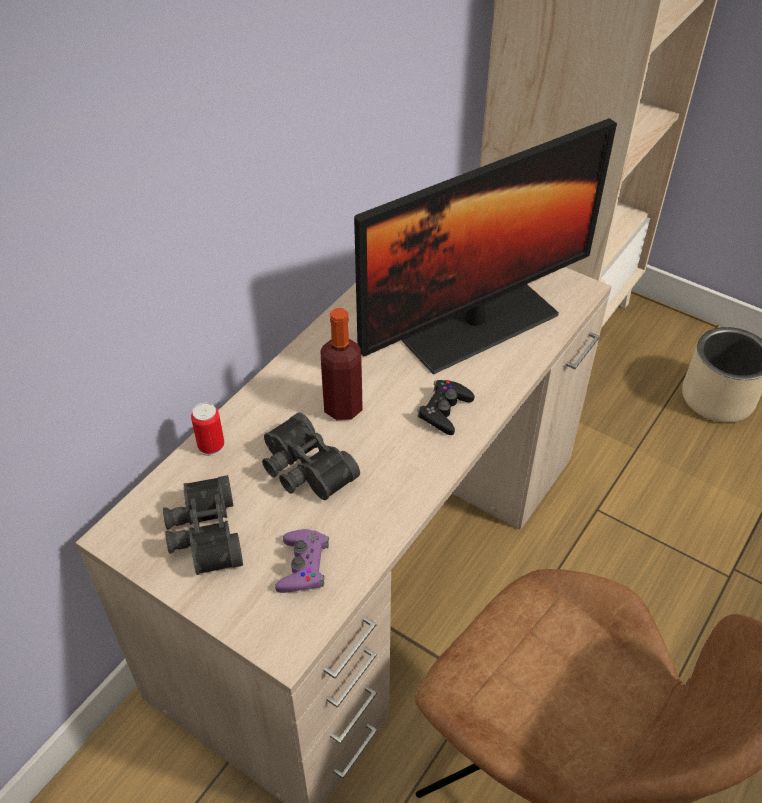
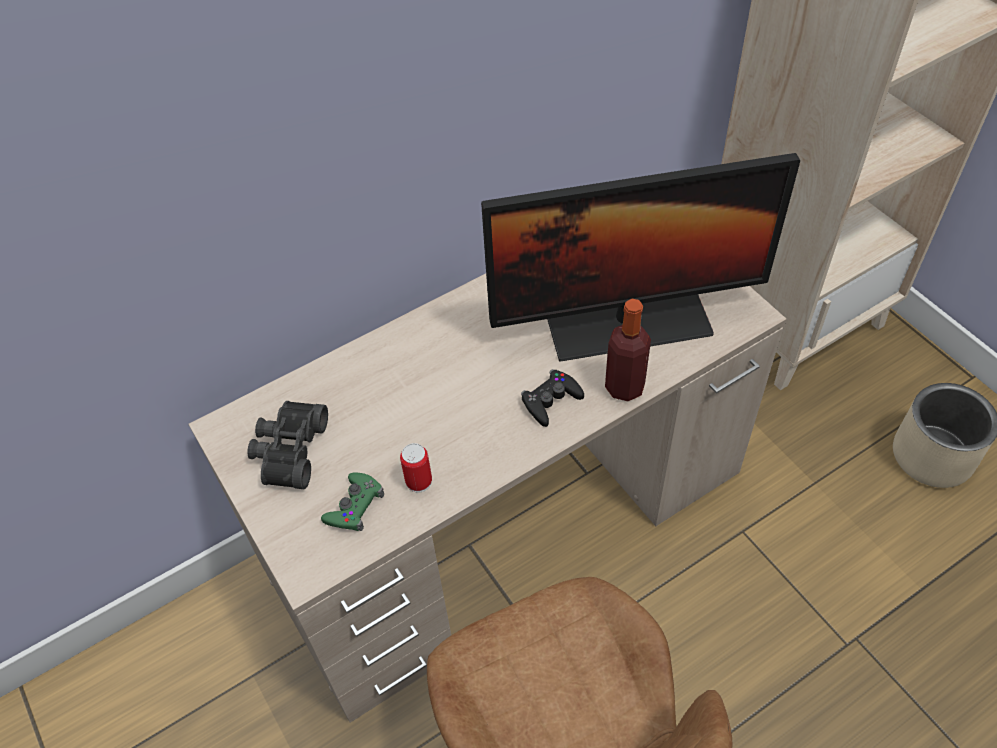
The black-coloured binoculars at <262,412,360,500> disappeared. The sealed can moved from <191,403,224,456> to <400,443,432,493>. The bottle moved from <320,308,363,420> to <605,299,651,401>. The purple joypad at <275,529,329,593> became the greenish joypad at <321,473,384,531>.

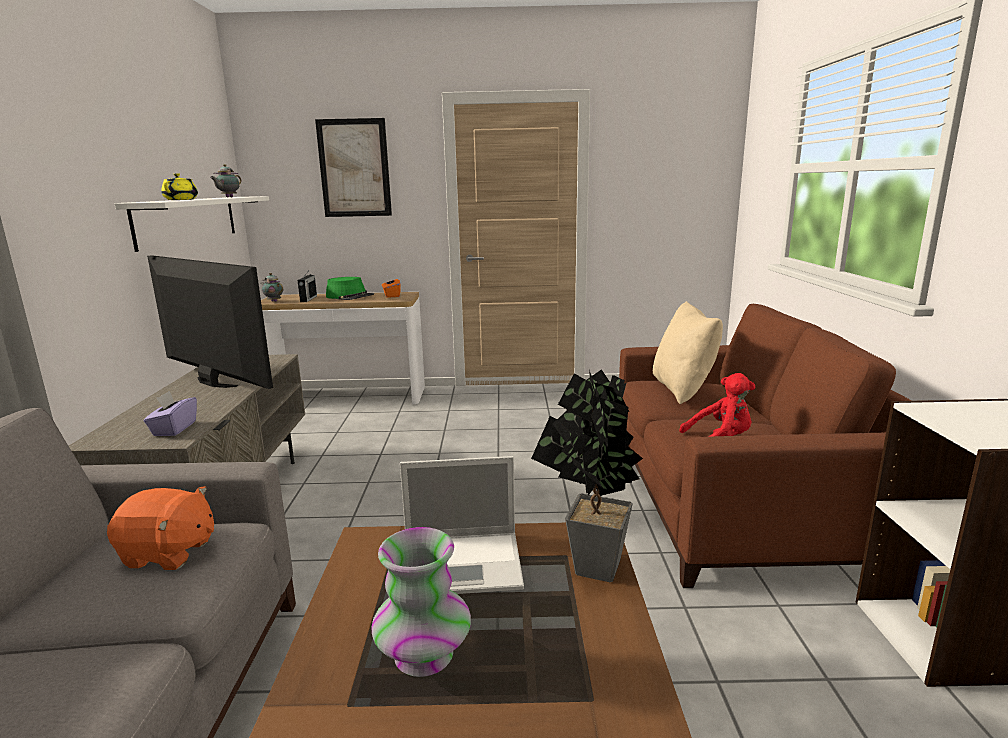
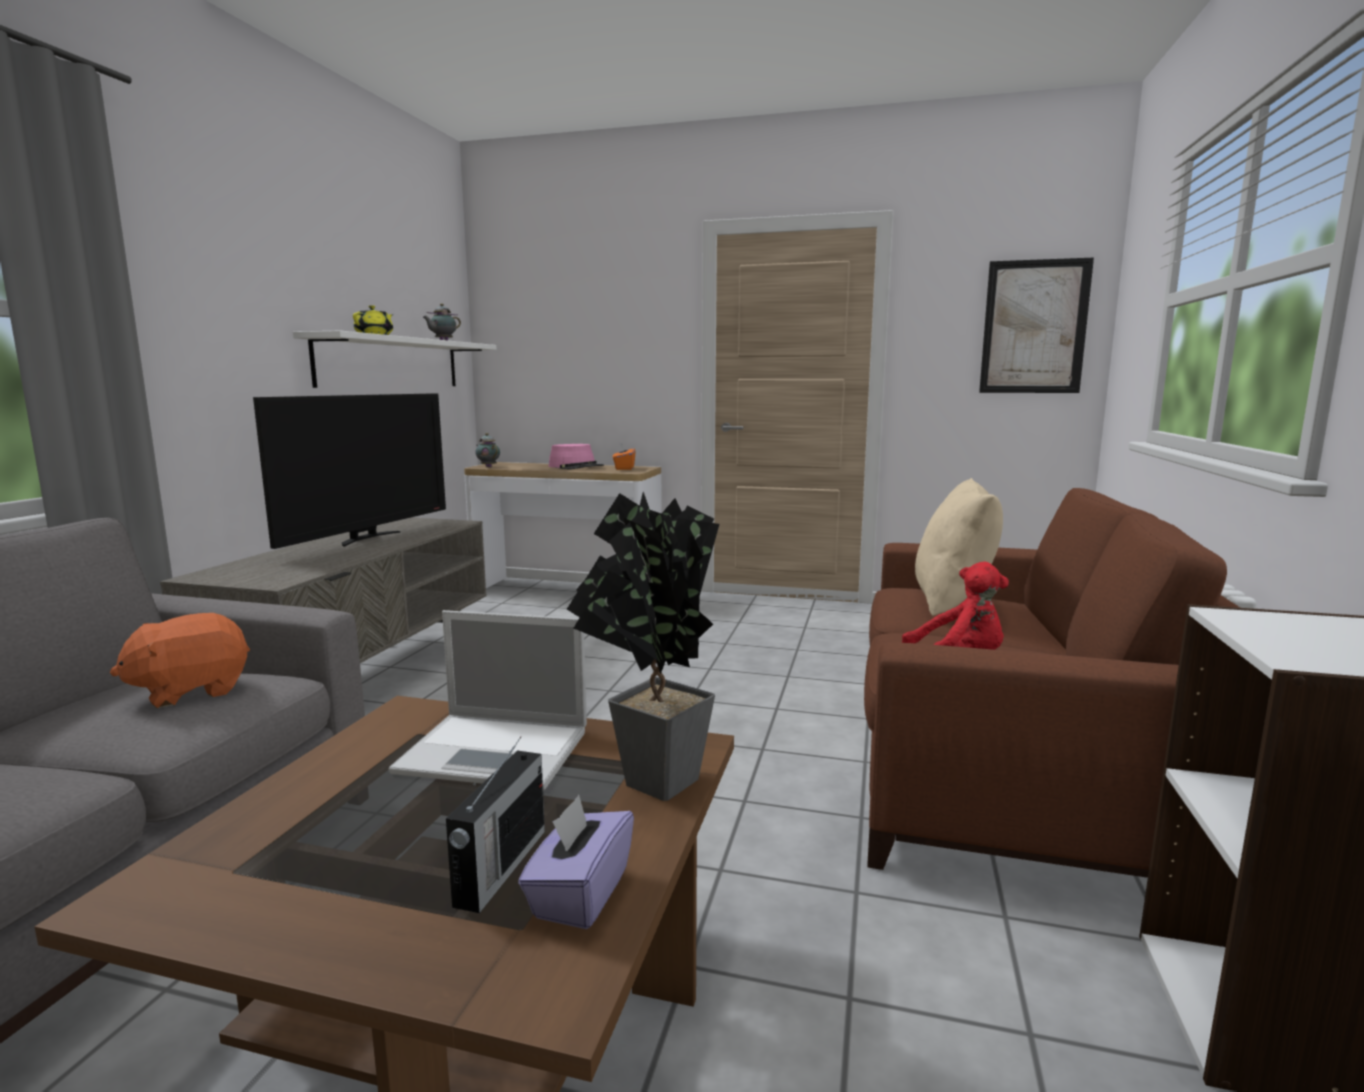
The vase at <371,527,471,677> disappeared. The purple box of tissues moved from <144,391,197,436> to <518,795,634,929>. The radio moved from <298,269,317,302> to <446,737,545,913>. The wall art moved from <315,118,392,217> to <979,258,1094,393>. The greenish clothing hat at <326,277,374,300> became the pink clothing hat at <549,444,604,469>. The orange-coloured plush toy at <107,486,214,570> turned 120 degrees clockwise. The television at <147,255,273,389> turned 60 degrees clockwise.

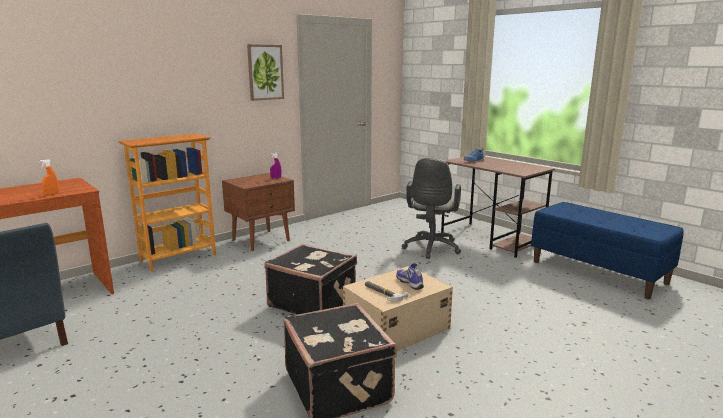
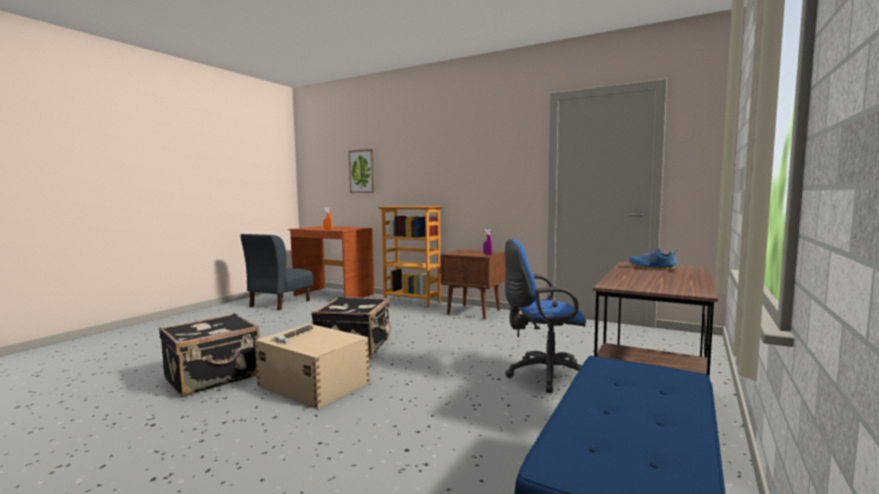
The item of footwear at <396,263,424,290> disappeared. The wall art moved from <247,44,284,101> to <349,149,375,193>. The gray office chair at <402,158,461,259> became the blue office chair at <505,239,586,393>.

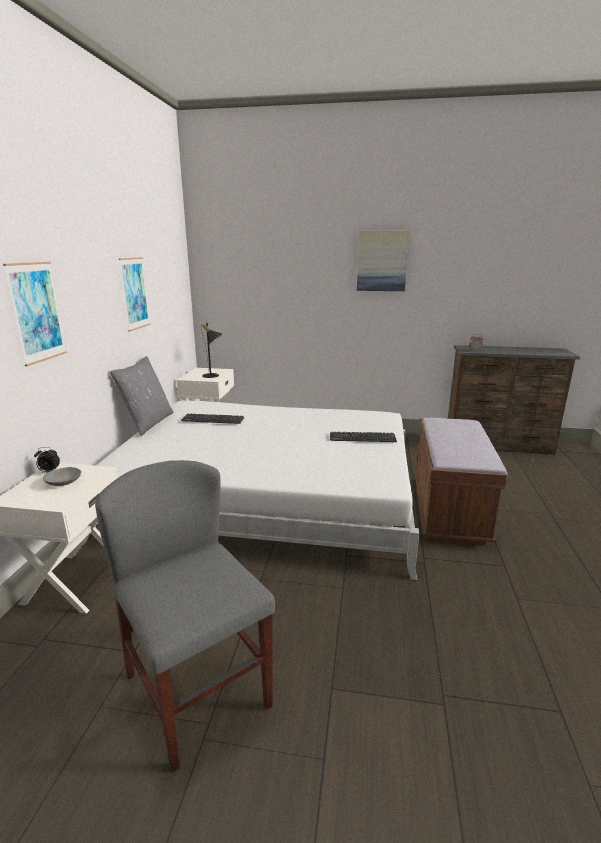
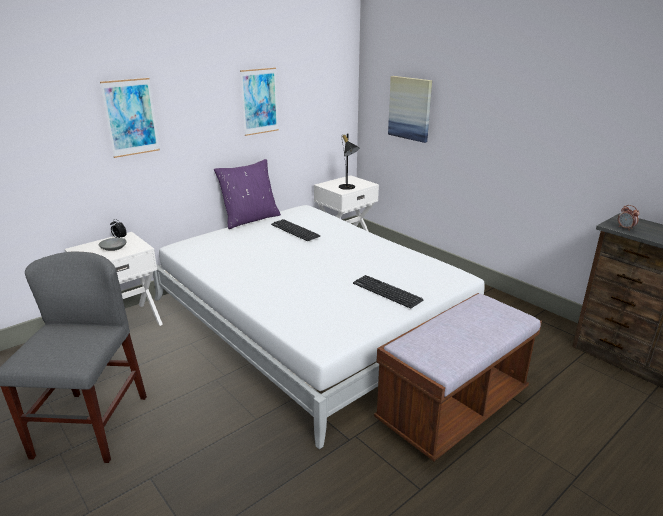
The wall art moved from <357,231,409,291> to <388,76,432,143>. The gray pillow at <110,356,174,436> became the purple pillow at <214,159,281,229>.

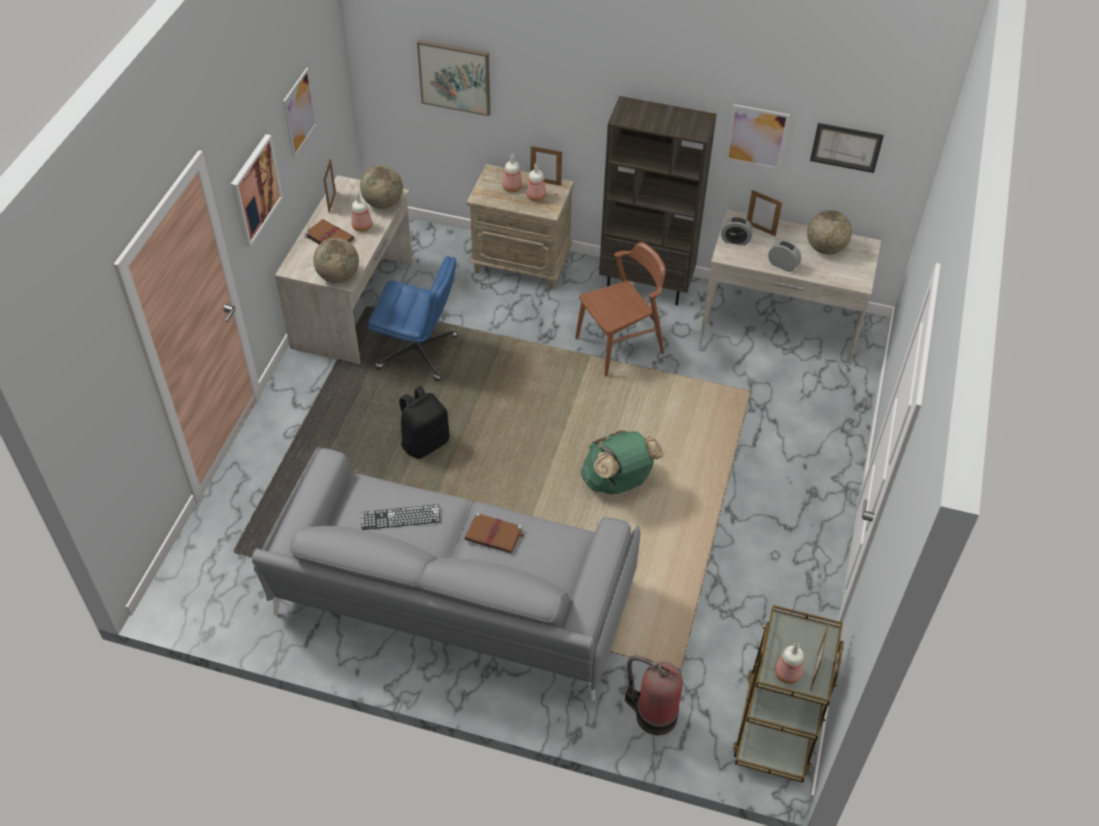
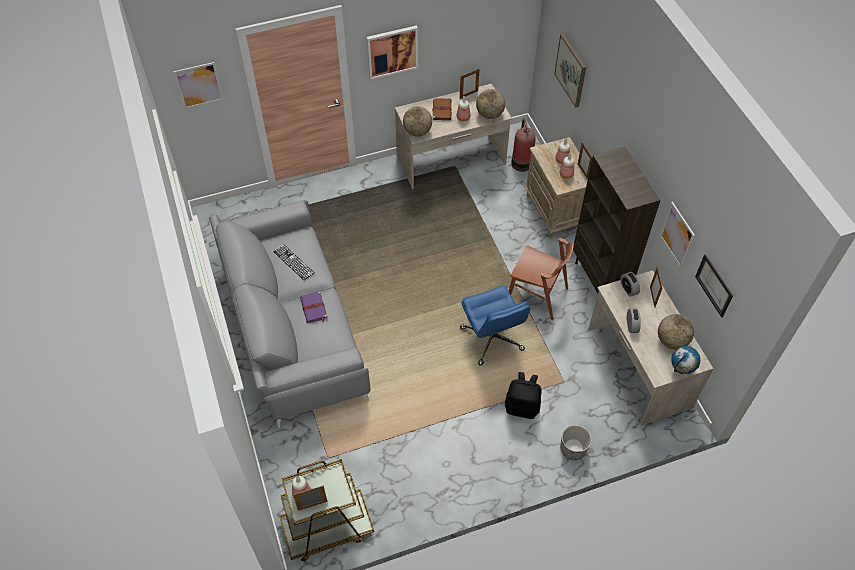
The greenish knapsack at <581,430,663,494> disappeared. The plant pot at <560,425,592,460> appeared. The world globe at <671,346,700,374> appeared. The wall art moved from <283,68,317,158> to <173,62,224,109>. The blue office chair moved from <368,256,458,381> to <460,285,530,366>. The black-coloured knapsack moved from <399,386,449,459> to <505,372,542,419>. The extinguisher moved from <625,656,683,735> to <511,118,536,172>. The brown-coloured volume at <465,512,524,553> became the purple volume at <300,291,328,323>.

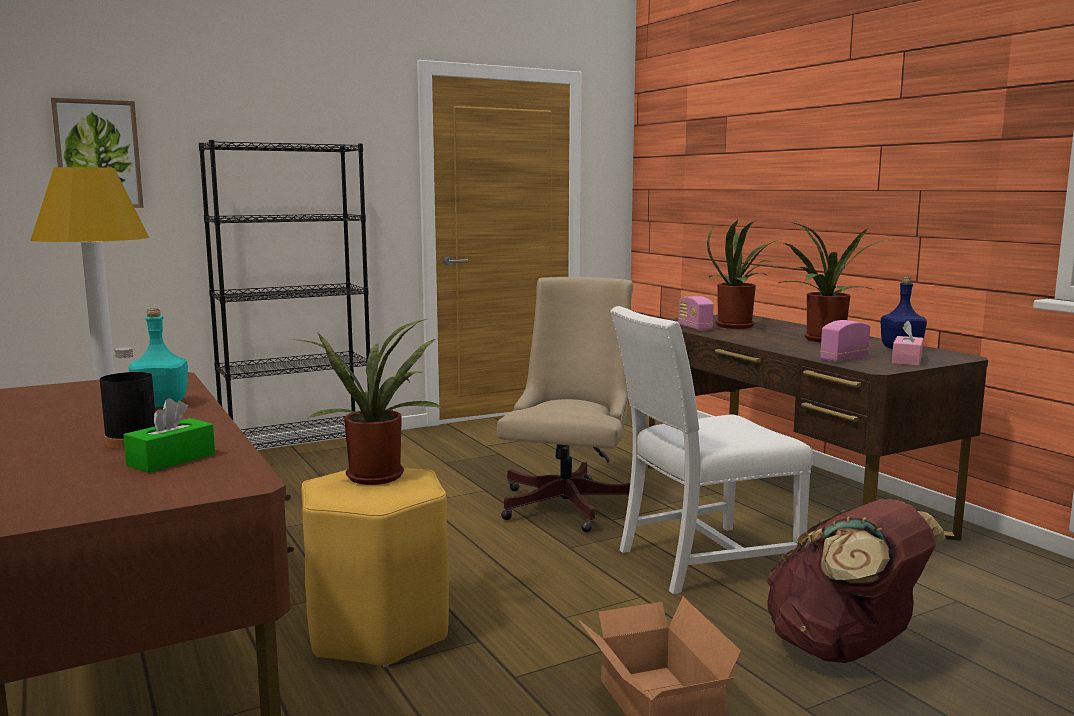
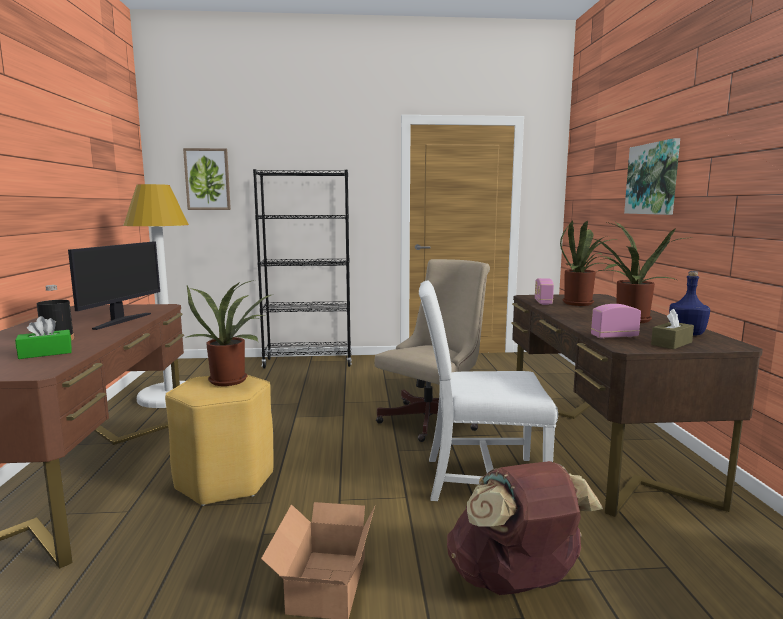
The wall art at <624,138,680,215> appeared. The turquoise-coloured bottle at <129,309,188,407> was replaced by the computer display at <68,241,160,330>. The pink box of tissues at <892,321,923,366> became the brown-coloured box of tissues at <651,309,694,349>.

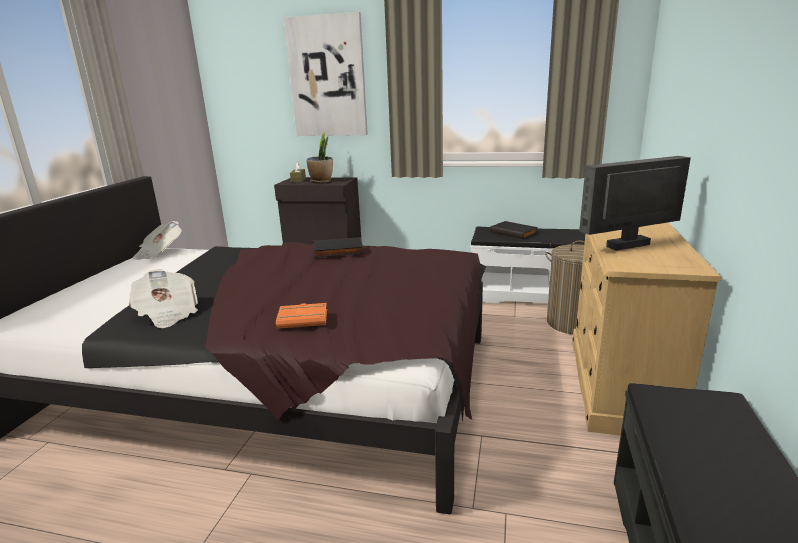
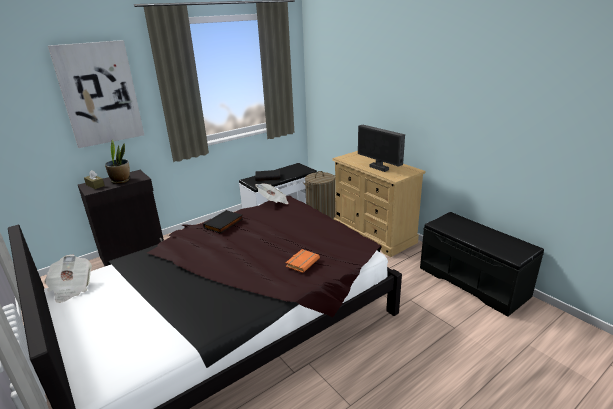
The printed paper moved from <128,269,198,328> to <255,184,288,204>. The computer display at <579,156,691,251> turned 60 degrees counterclockwise.

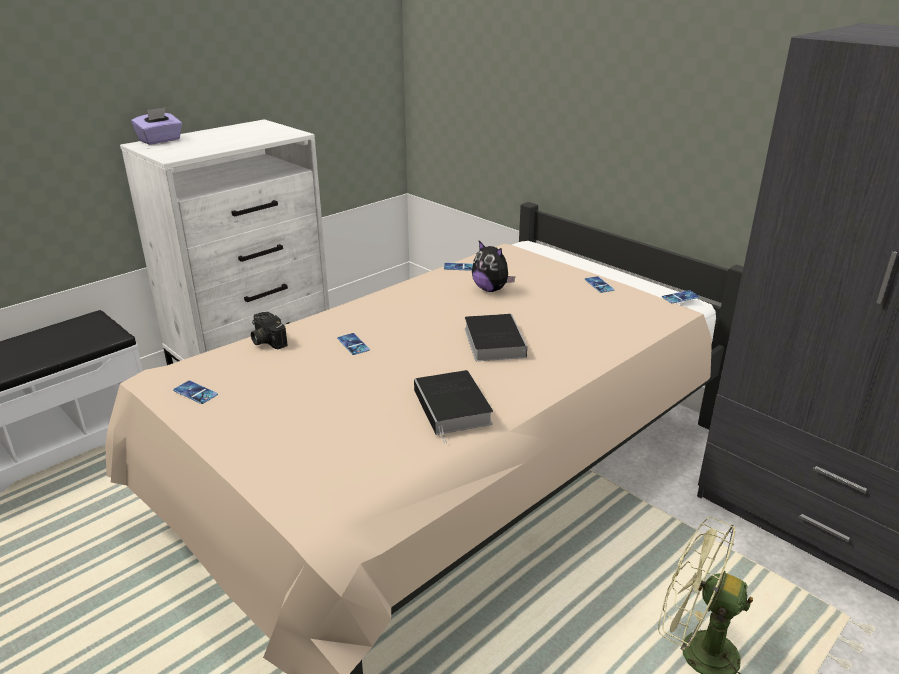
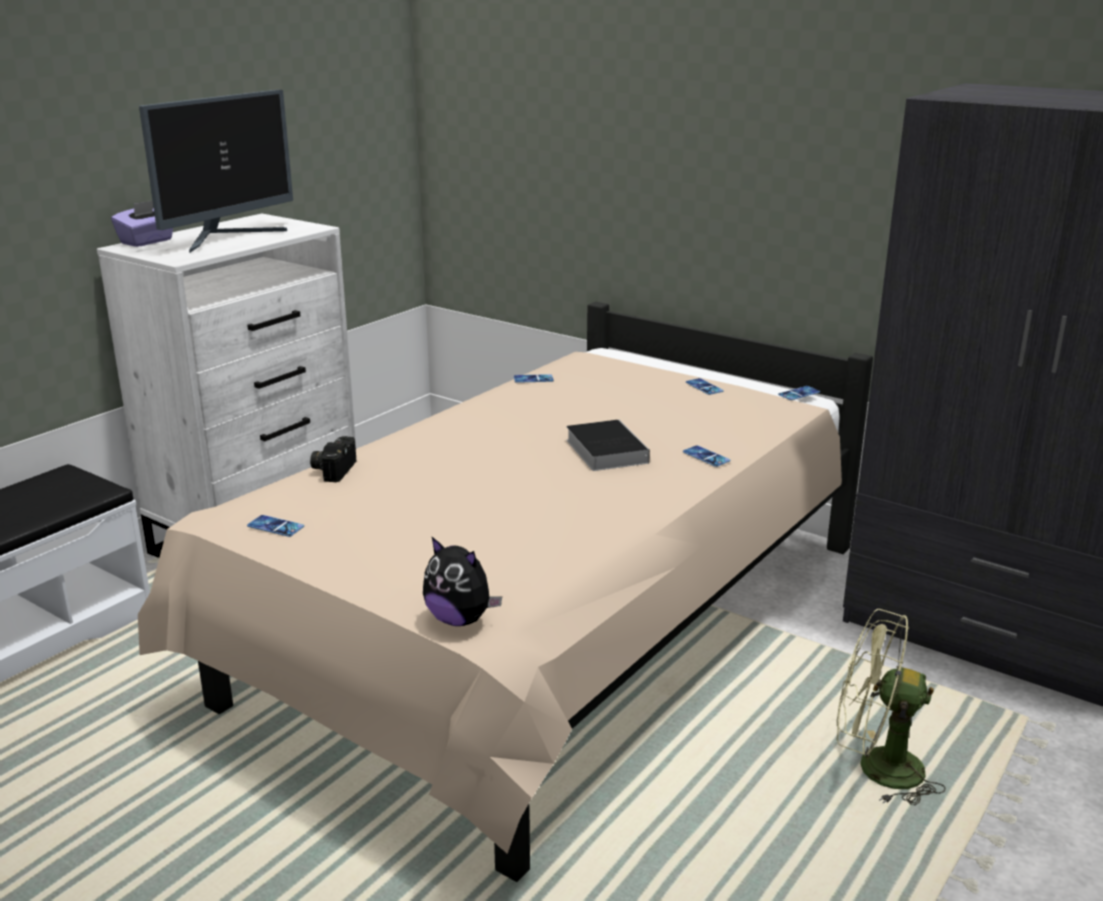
The volume at <414,370,493,444> disappeared. The computer display at <139,89,293,253> appeared. The phone moved from <337,333,370,355> to <683,445,730,467>. The plush toy moved from <472,241,515,292> to <423,537,502,626>. The still camera at <251,312,288,349> turned 60 degrees clockwise.

